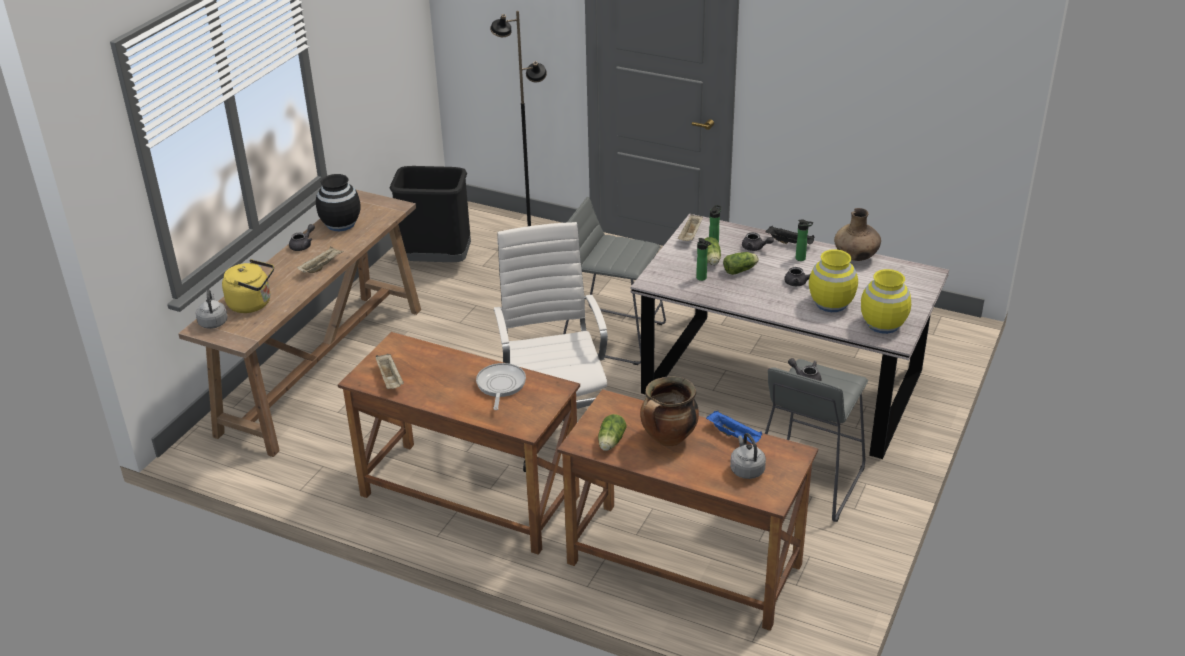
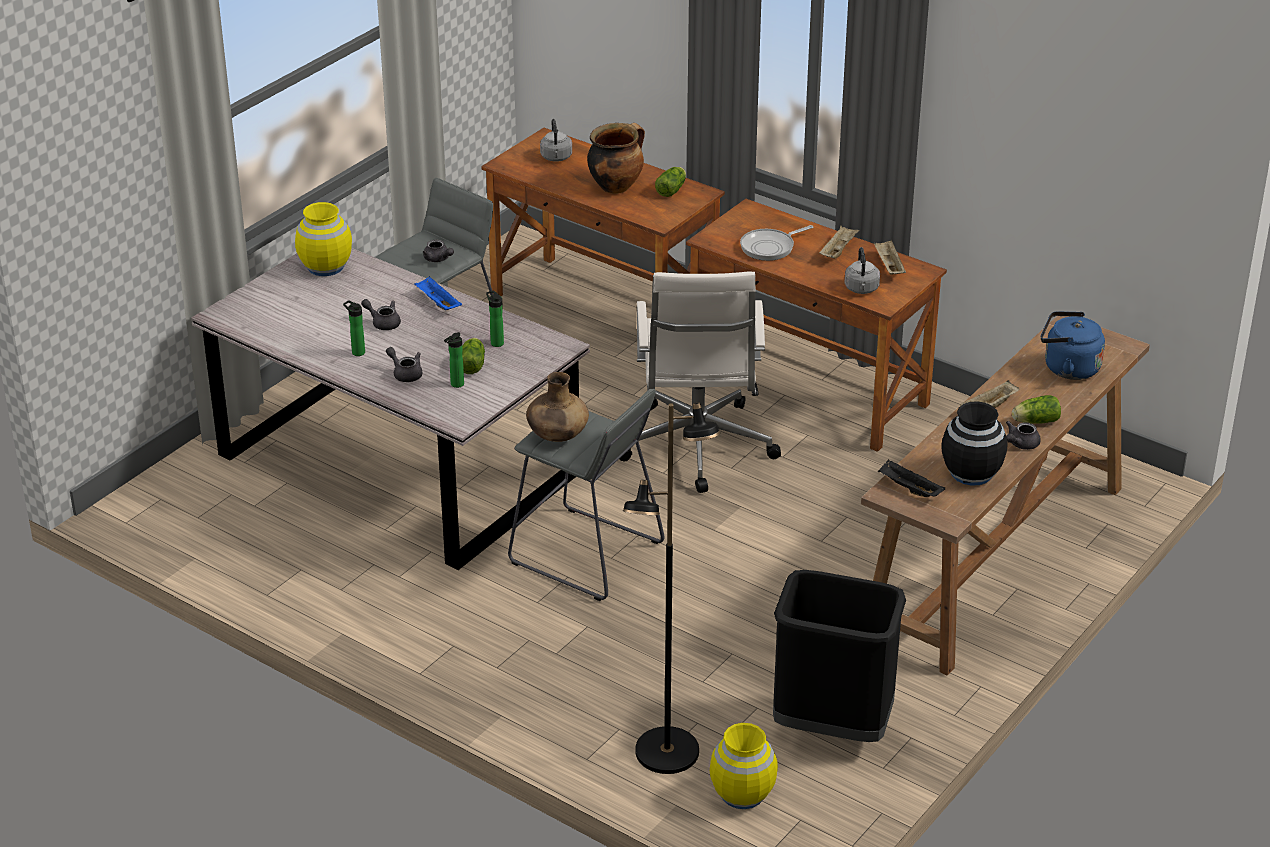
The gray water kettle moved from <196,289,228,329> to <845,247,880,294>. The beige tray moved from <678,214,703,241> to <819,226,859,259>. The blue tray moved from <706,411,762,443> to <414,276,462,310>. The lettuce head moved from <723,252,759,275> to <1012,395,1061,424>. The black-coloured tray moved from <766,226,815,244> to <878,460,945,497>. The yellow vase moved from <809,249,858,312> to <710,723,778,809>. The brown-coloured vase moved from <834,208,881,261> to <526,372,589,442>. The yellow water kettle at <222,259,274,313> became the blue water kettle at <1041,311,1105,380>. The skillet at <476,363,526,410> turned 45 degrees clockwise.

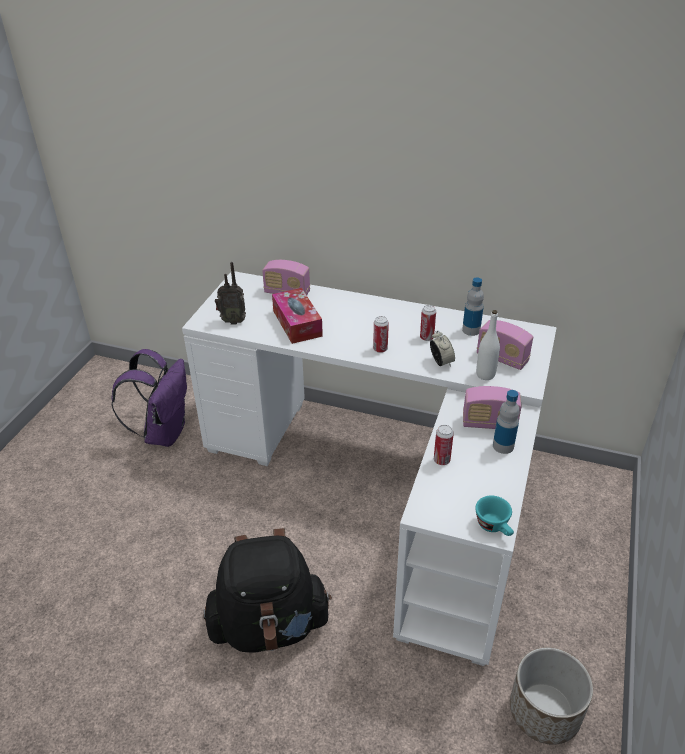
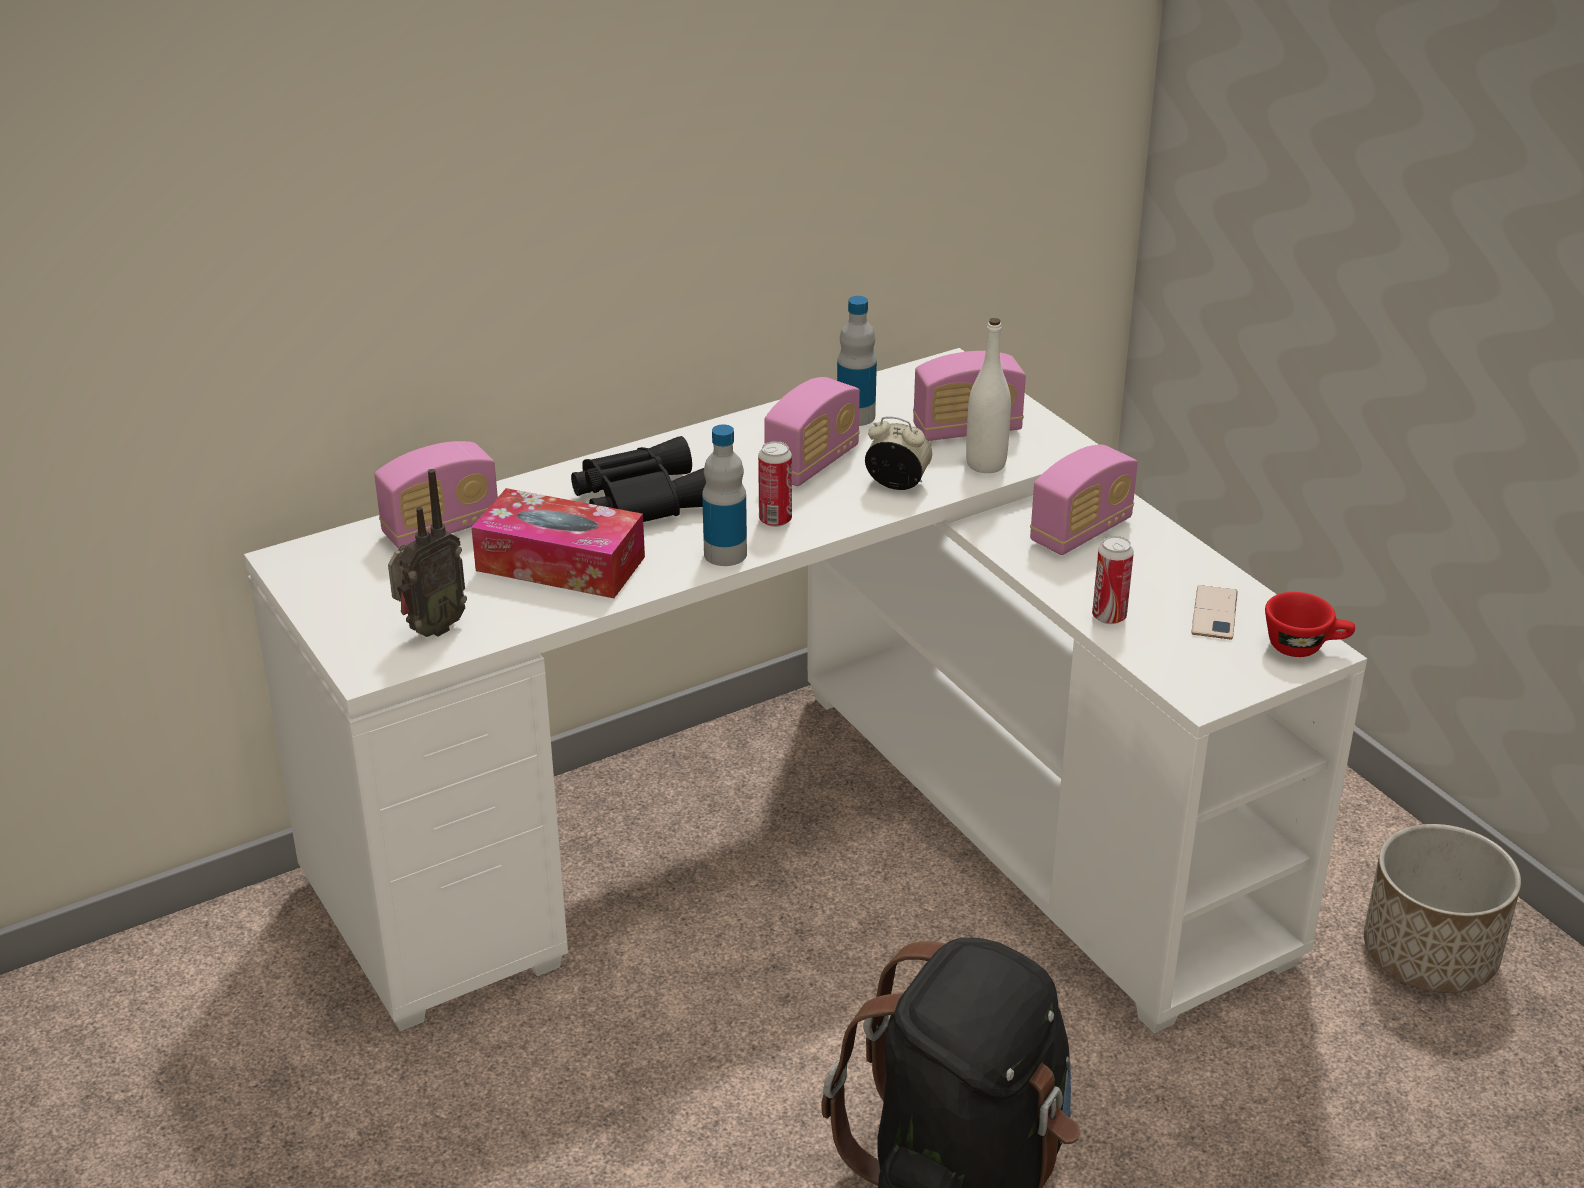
The purple knapsack at <111,349,187,447> disappeared. The black-coloured binoculars at <571,436,706,522> appeared. The phone at <1191,585,1238,640> appeared. The bottle moved from <493,390,520,454> to <702,424,747,566>. The sealed can at <420,305,436,341> was replaced by the radio at <764,377,860,486>. The turquoise-coloured small cup at <475,496,514,536> became the red small cup at <1265,592,1355,657>.

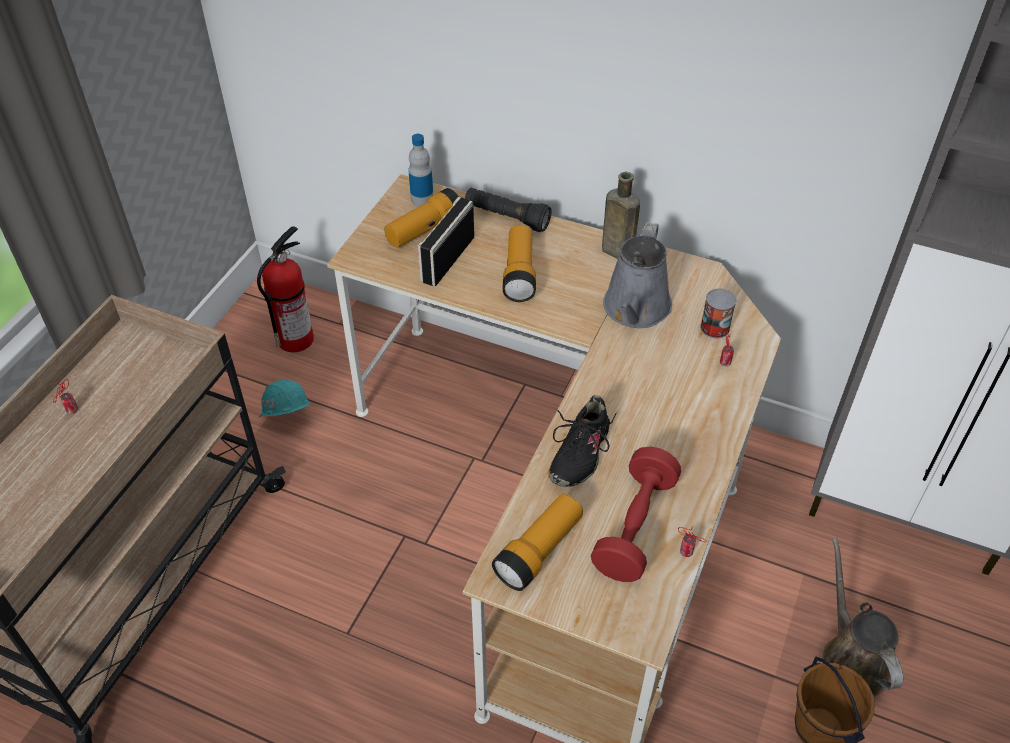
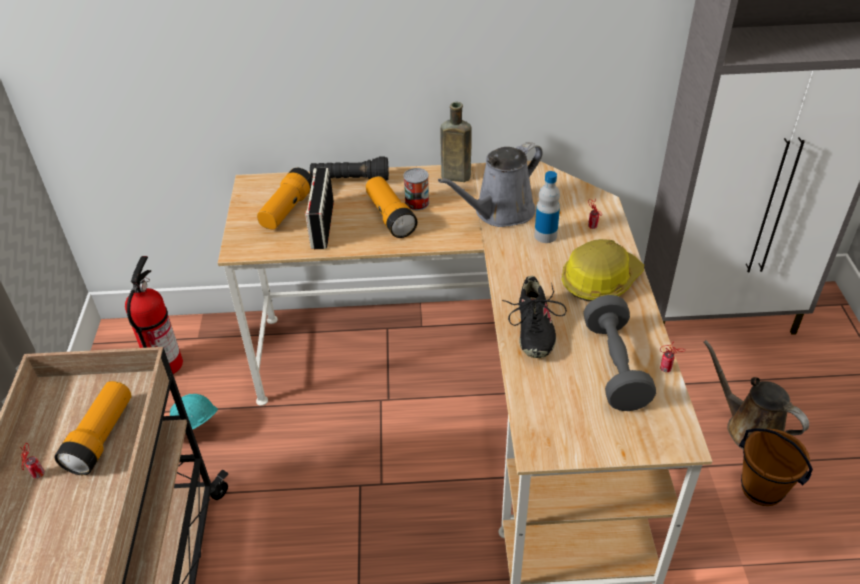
The hard hat at <562,239,644,301> appeared. The bottle moved from <408,134,433,207> to <534,171,560,243>. The hand torch moved from <492,494,583,591> to <54,381,132,475>. The sealed can moved from <700,288,736,339> to <403,168,429,210>. The red hand weight at <591,447,681,582> became the gray hand weight at <583,295,656,411>. The gray watering can at <603,222,672,328> turned 60 degrees clockwise.

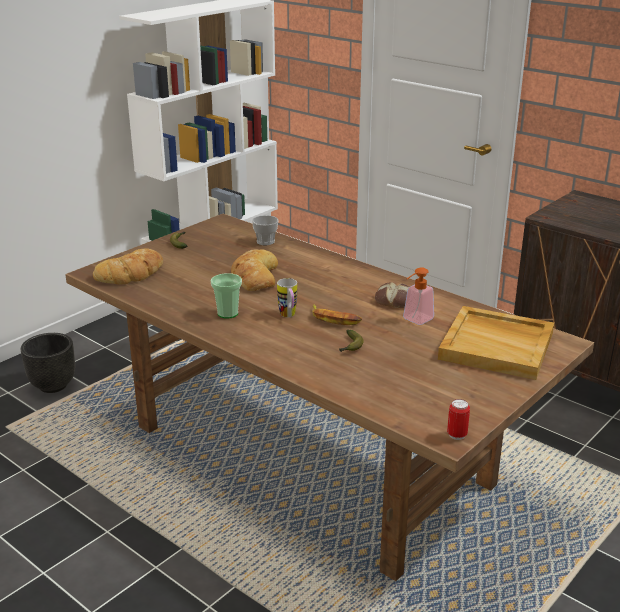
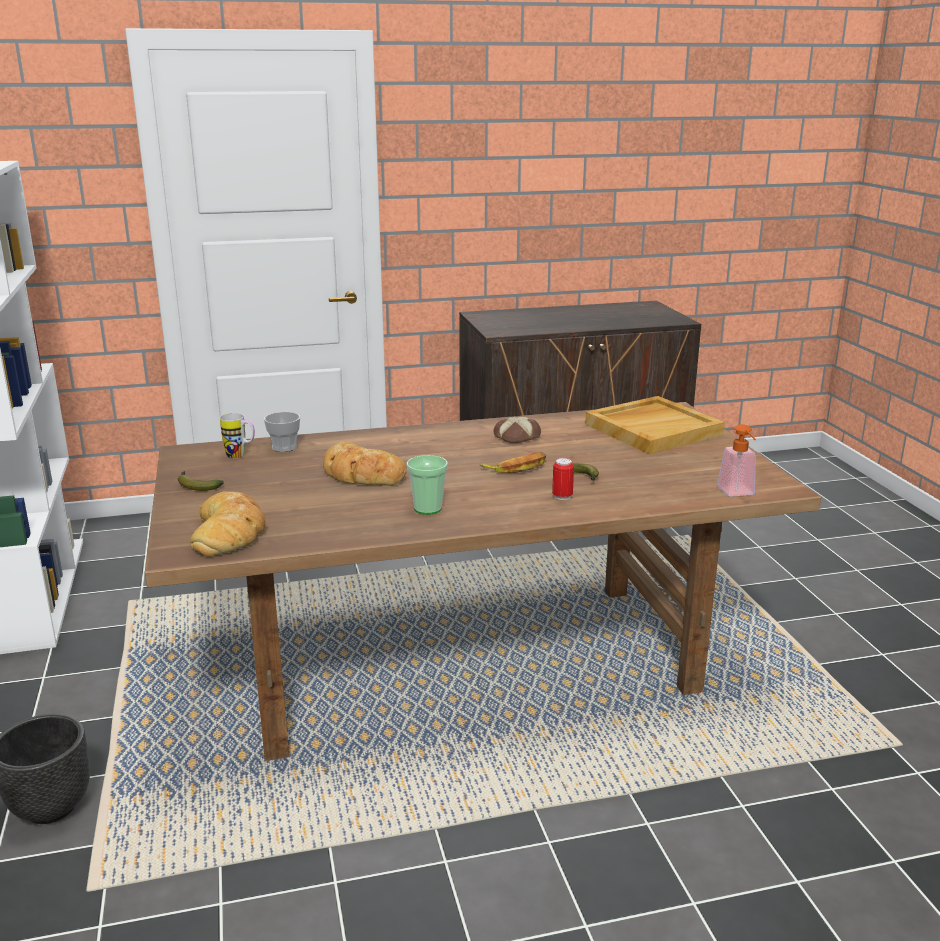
The coffee mug moved from <277,278,297,317> to <220,413,255,459>. The soap dispenser moved from <403,267,434,325> to <717,424,756,496>. The sealed can moved from <447,399,470,440> to <552,458,574,500>.

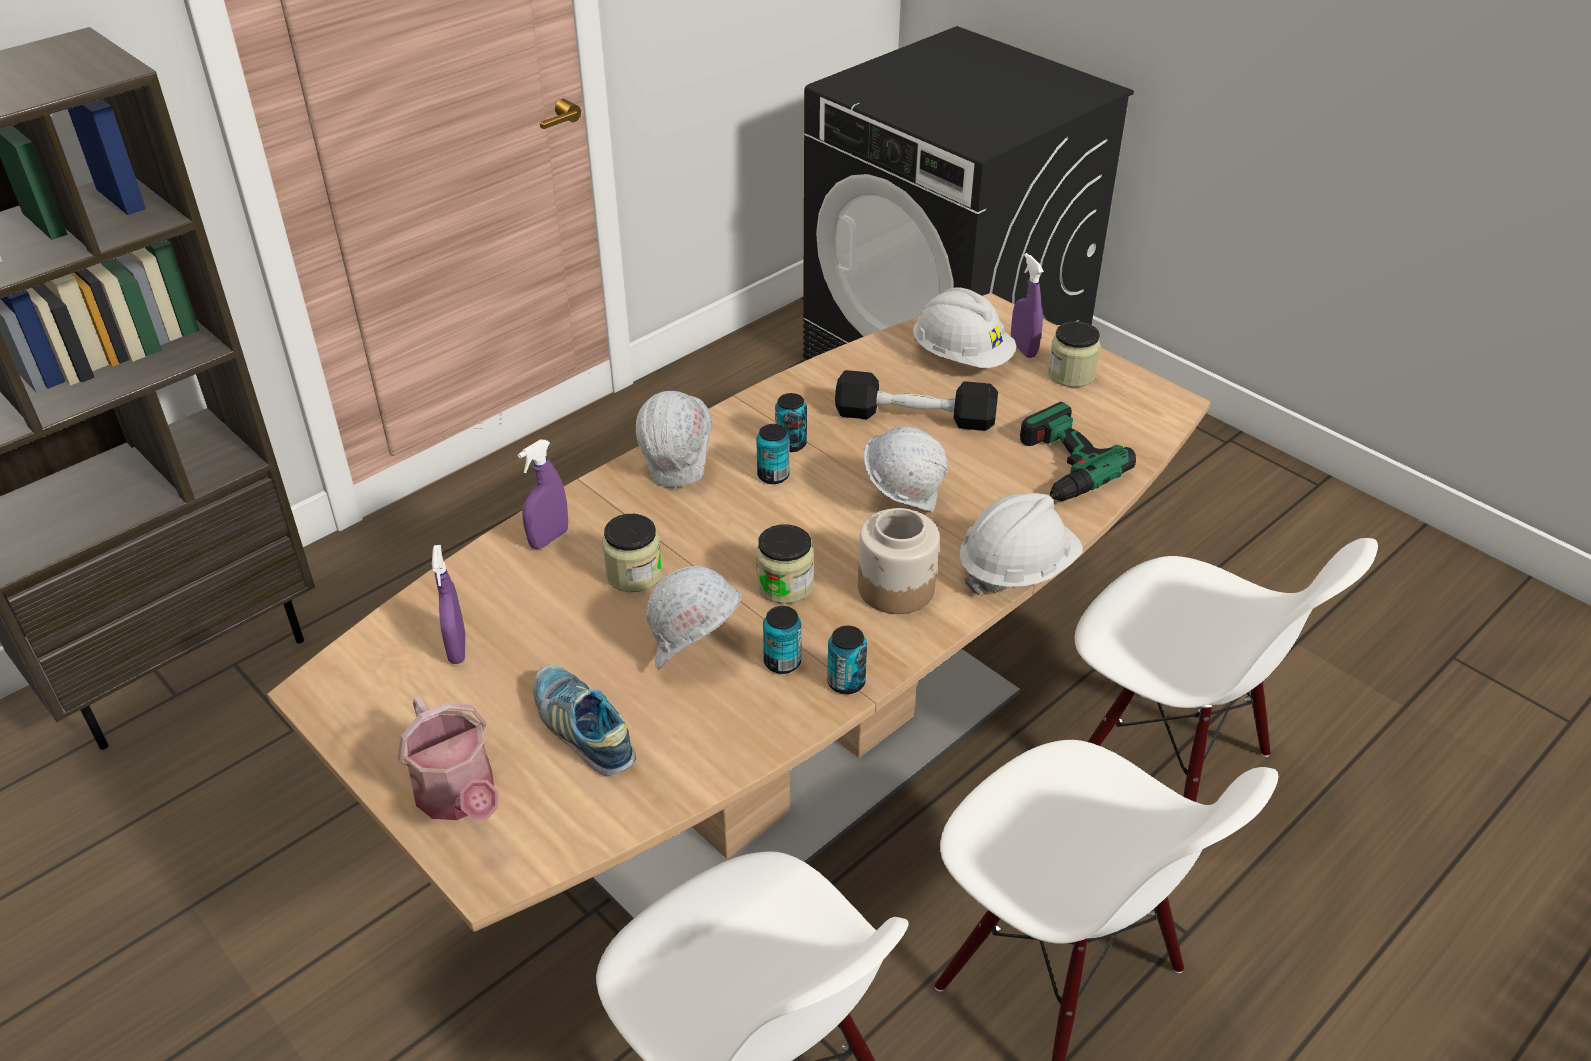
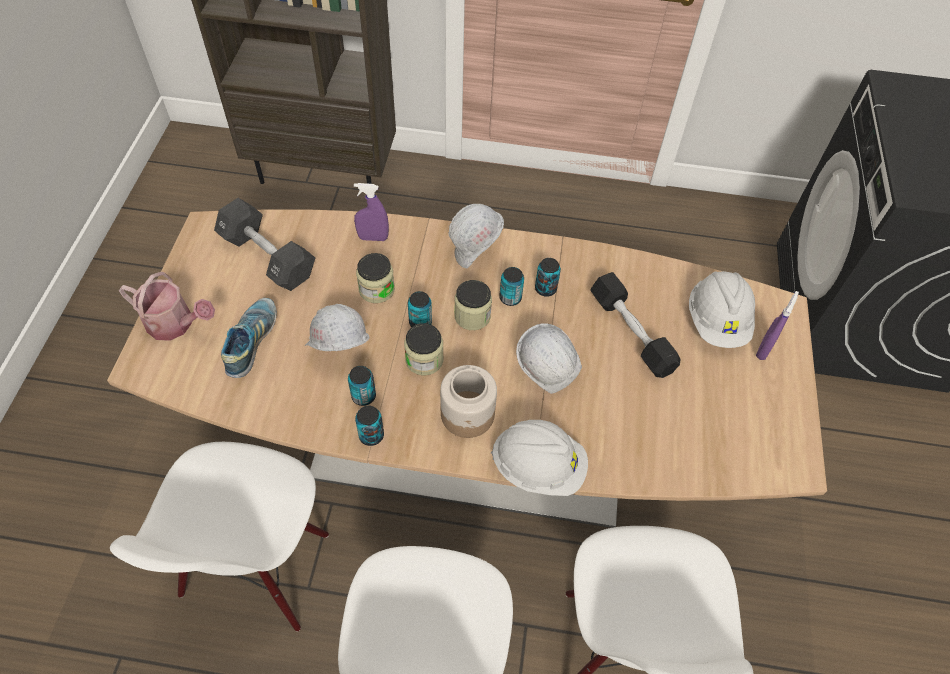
The drill at <1020,402,1136,501> disappeared. The sealed can at <408,291,432,327> appeared. The storage jar moved from <1048,321,1101,387> to <454,280,492,330>. The purple sprayer at <432,545,465,664> was replaced by the black-coloured hand weight at <214,198,315,291>. The watering can at <397,696,498,820> turned 90 degrees counterclockwise.

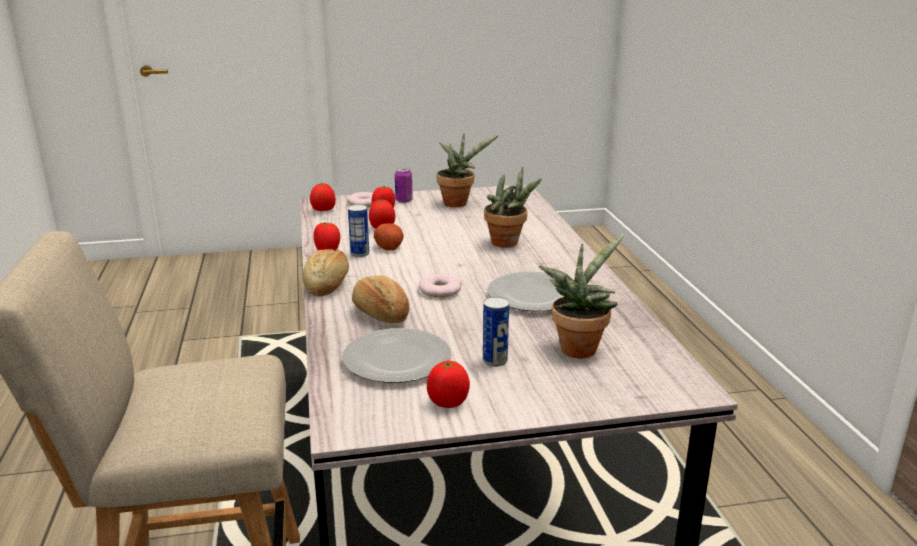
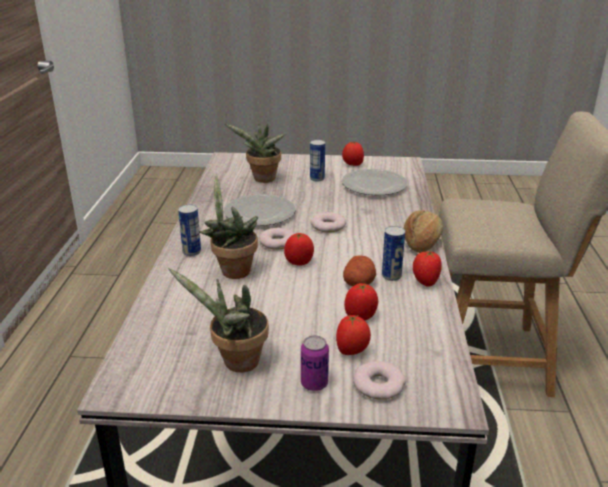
The baked bread at <352,275,409,323> disappeared. The sealed can at <178,204,201,256> appeared. The doughnut at <259,228,295,250> appeared. The whole tomato moved from <310,183,336,211> to <284,233,314,266>.

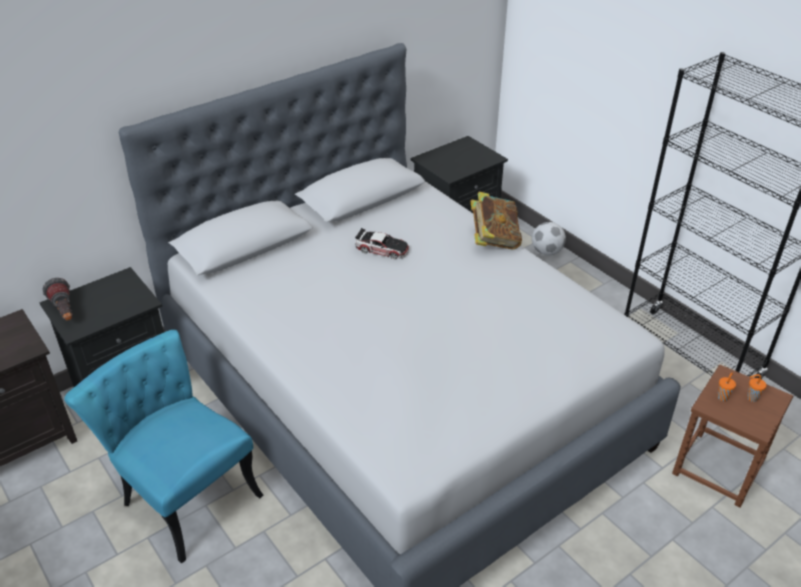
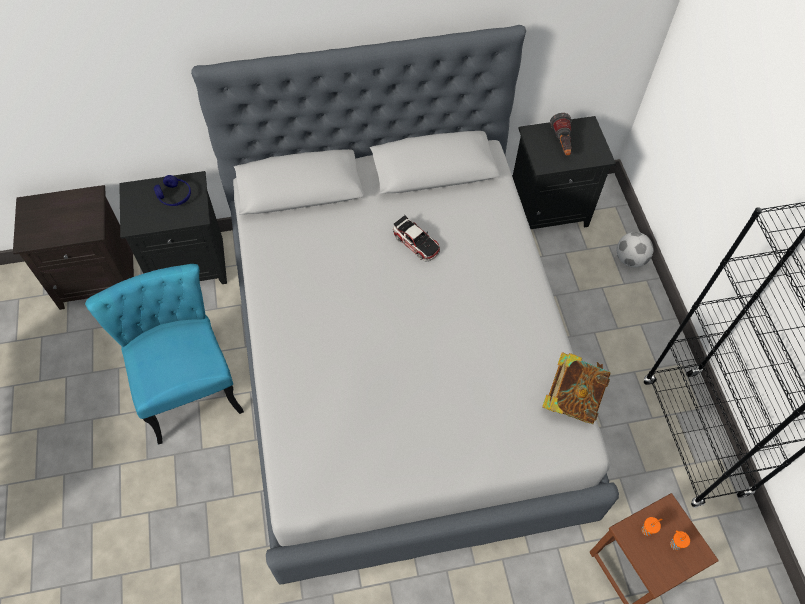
The blue headphones at <154,175,191,206> appeared. The hand torch moved from <43,278,72,321> to <550,113,572,156>. The volume moved from <470,192,522,250> to <542,353,611,424>.

